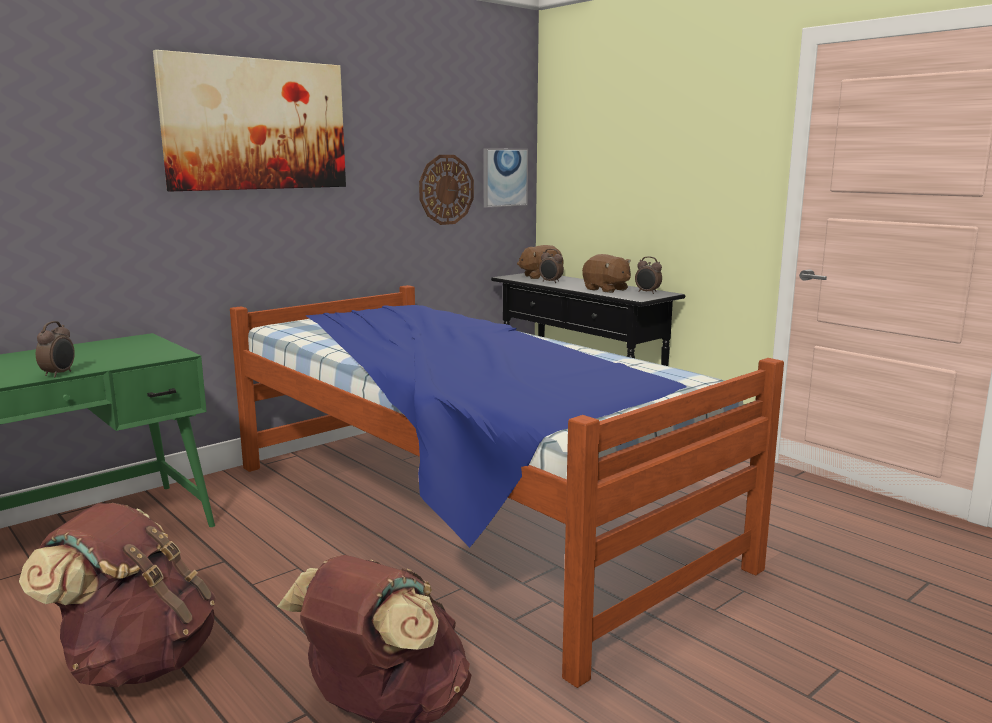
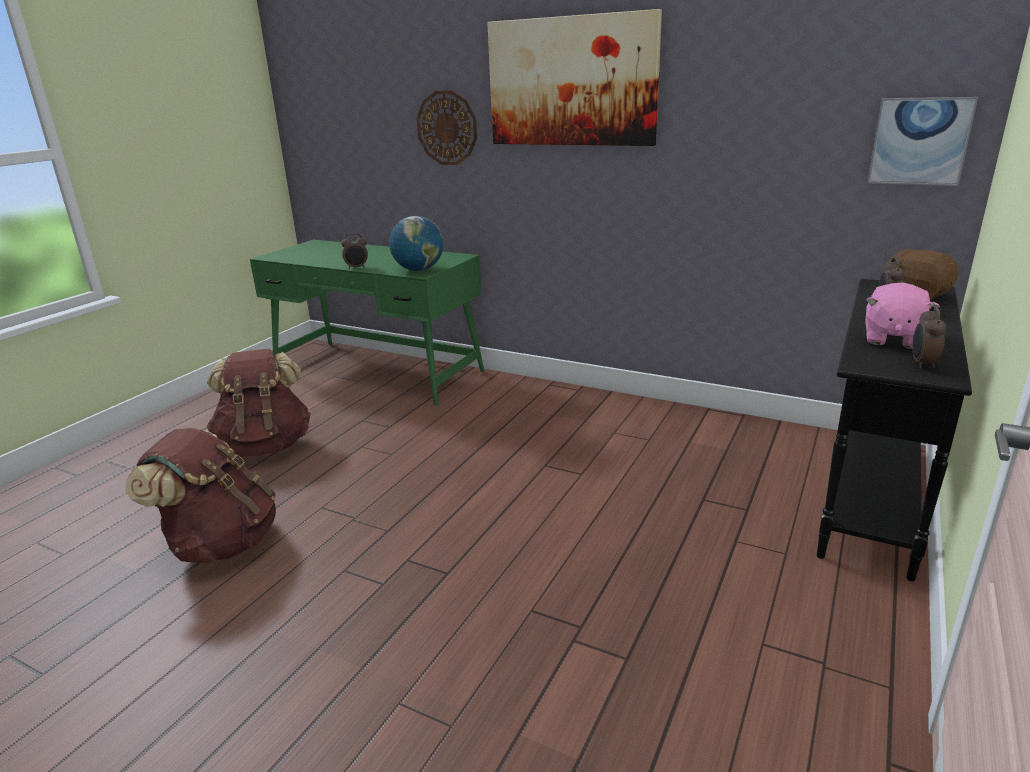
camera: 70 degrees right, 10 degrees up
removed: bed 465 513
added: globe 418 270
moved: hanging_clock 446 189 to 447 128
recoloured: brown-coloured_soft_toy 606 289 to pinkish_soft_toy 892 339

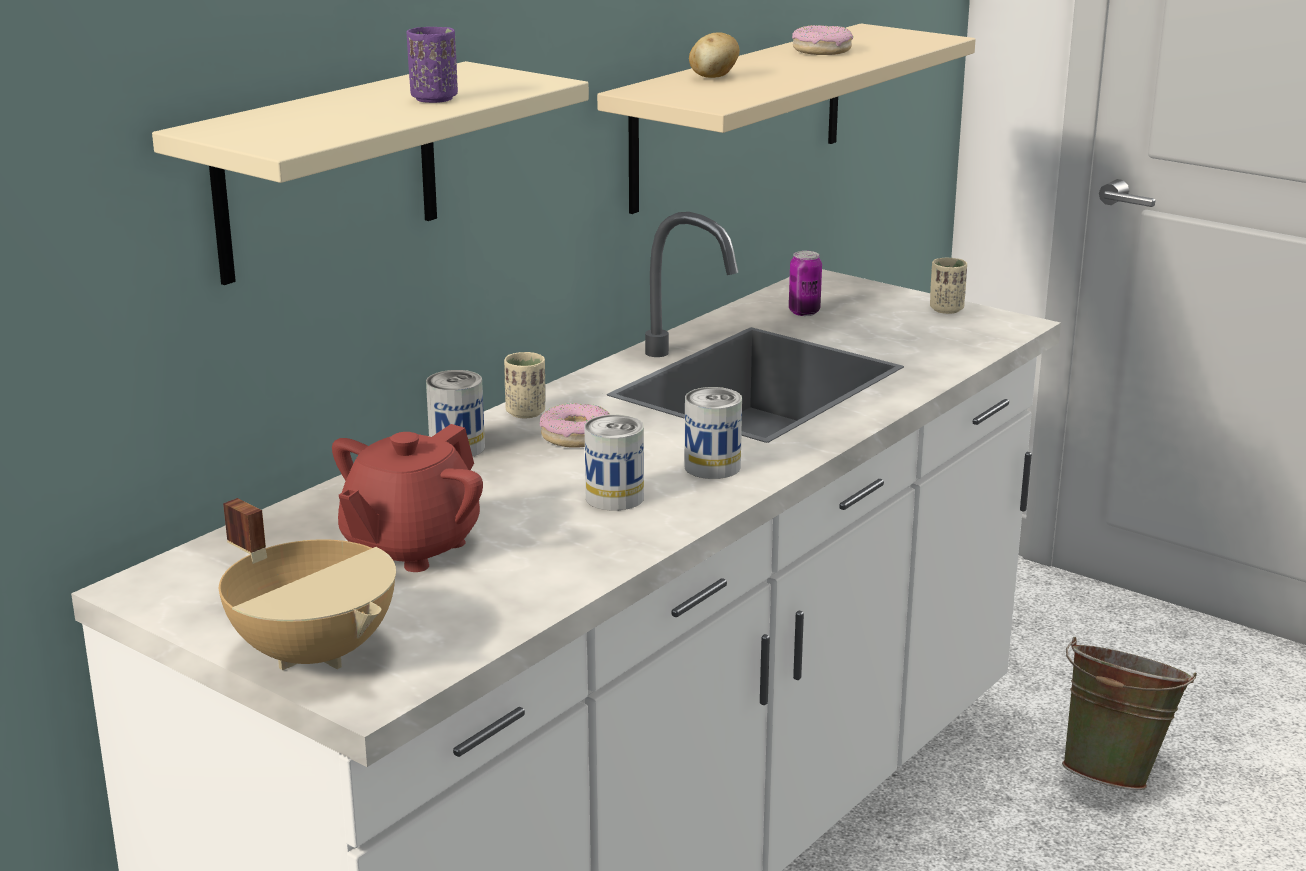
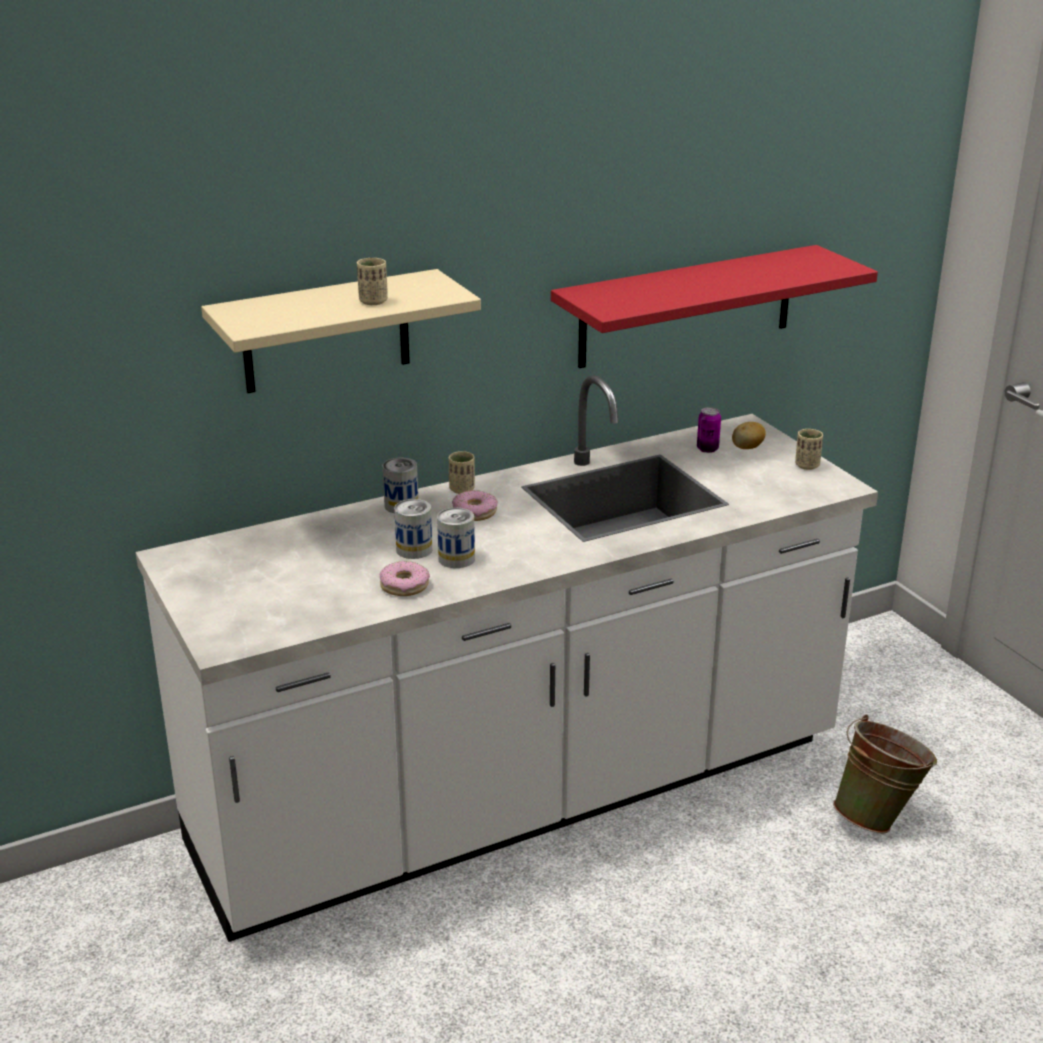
camera: 25 degrees right, 5 degrees up
removed: sand-coloured_stockpot 316 652; reddish_tea_pot 410 547
moved: doughnut 822 50 to 404 586; sealed_can 712 467 to 414 550; spud 713 77 to 747 448
recoloured: purple-coloured_small_cup 434 99 to sand-coloured_small_cup 373 301; sand-coloured_shelf 739 115 to reddish_shelf 687 306

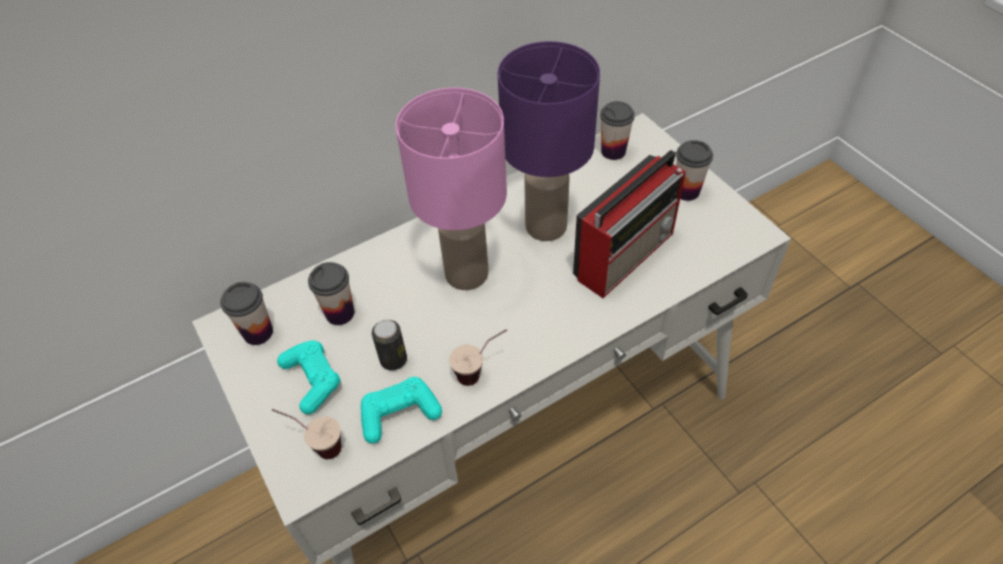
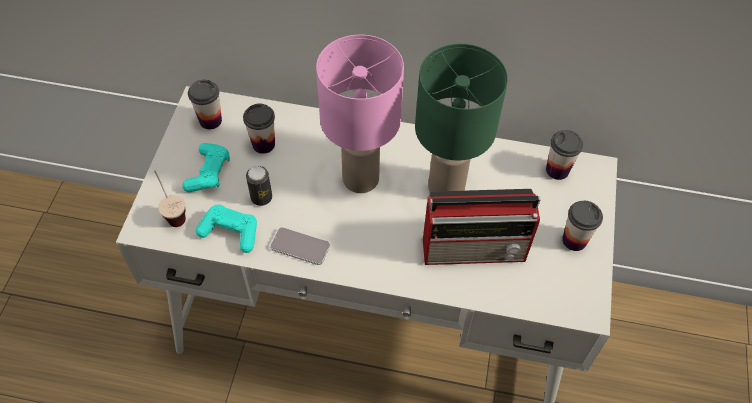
camera: 40 degrees right, 5 degrees up
replaced: small_cup 481 371 to handset 300 246
recoloured: purple-coloured_tabletop_lamp 547 225 to green_tabletop_lamp 447 187

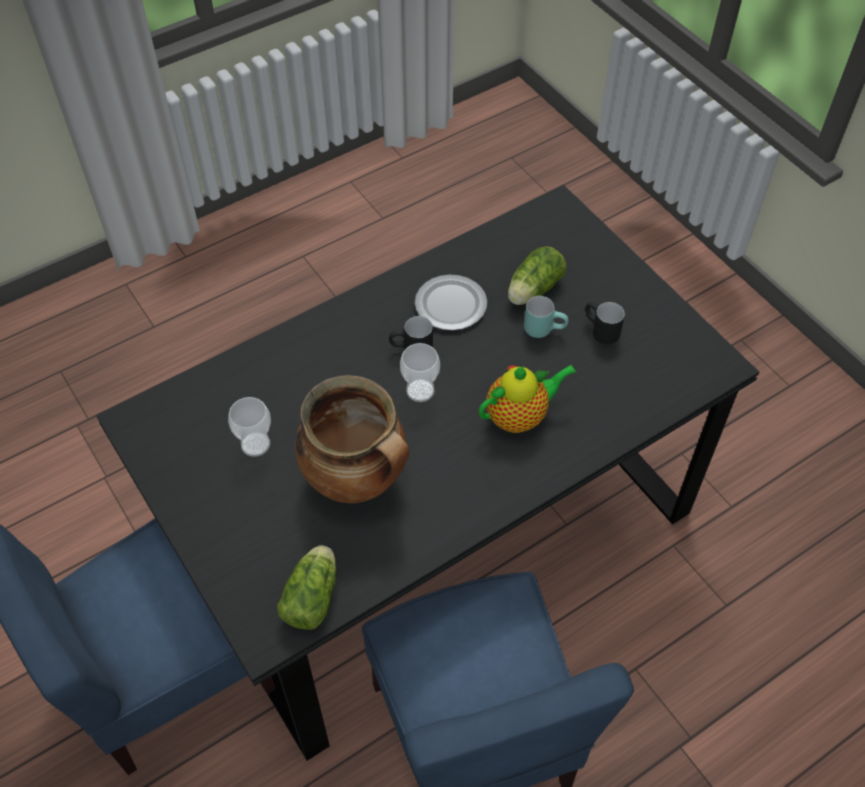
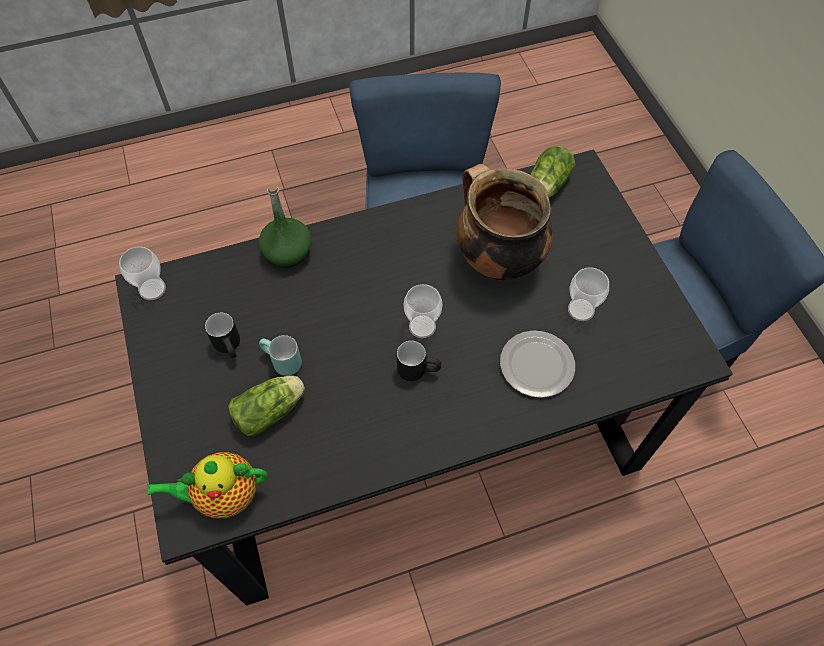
camera: 165 degrees left, 5 degrees up
added: small_cup 152 289; green_drink_bottle 288 252
moved: tea_pot 520 416 to 223 495; dinner_plate 451 305 to 536 364

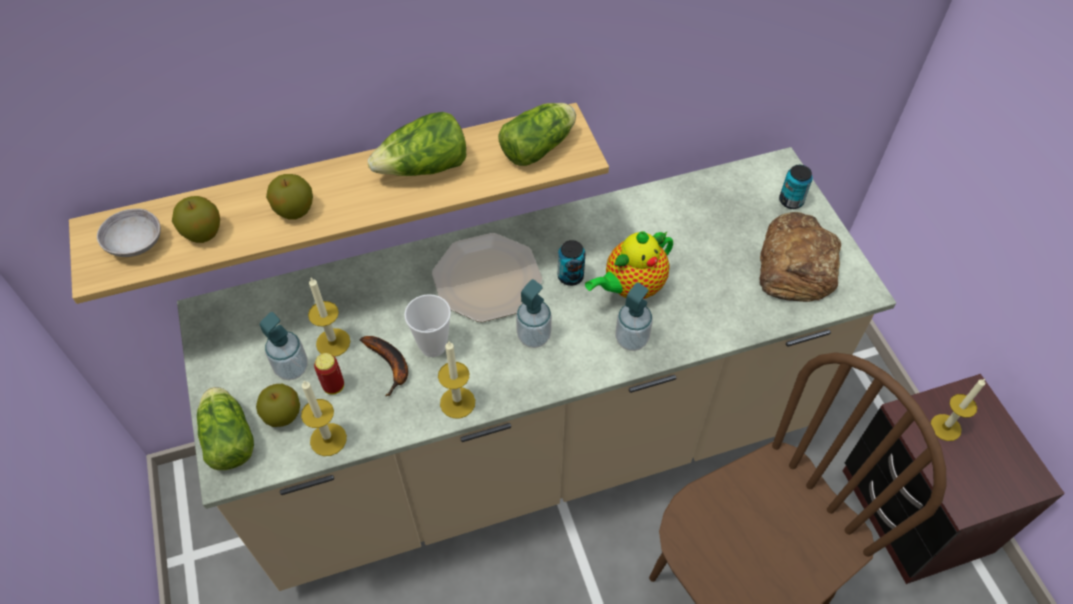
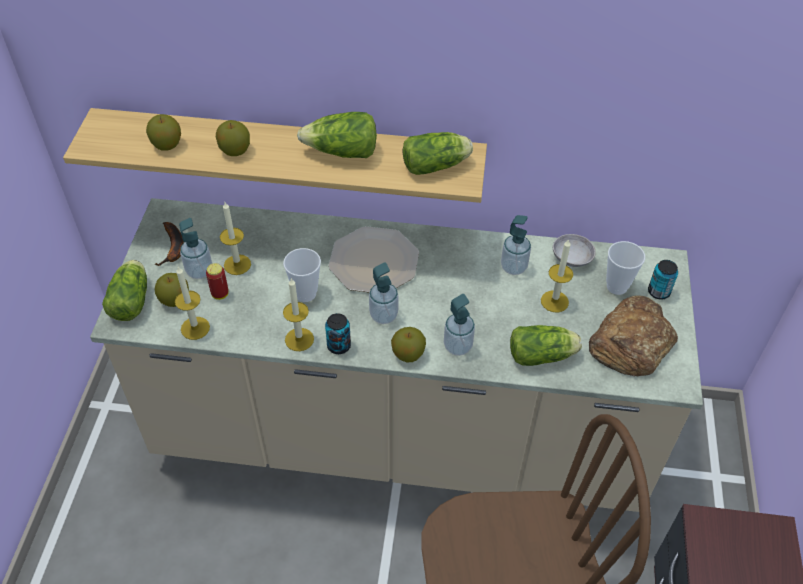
camera: 25 degrees right, 5 degrees down
removed: tea_pot 631 288
added: apple_fruit 408 354; soap_bottle 513 267; head_of_lettuce 543 355; small_cup 617 286
moved: banana_fruit 390 365 to 173 248; sealed_can 570 276 to 339 346; wax_light 945 427 to 554 301; greyish_serving_bowl 136 244 to 571 259

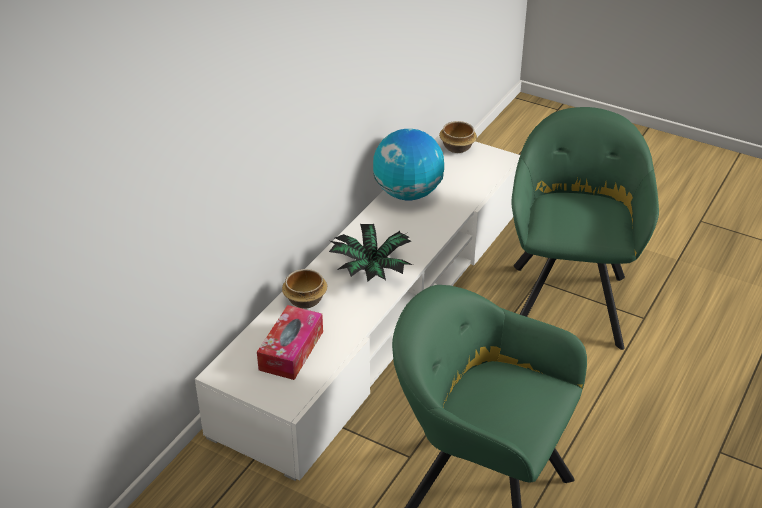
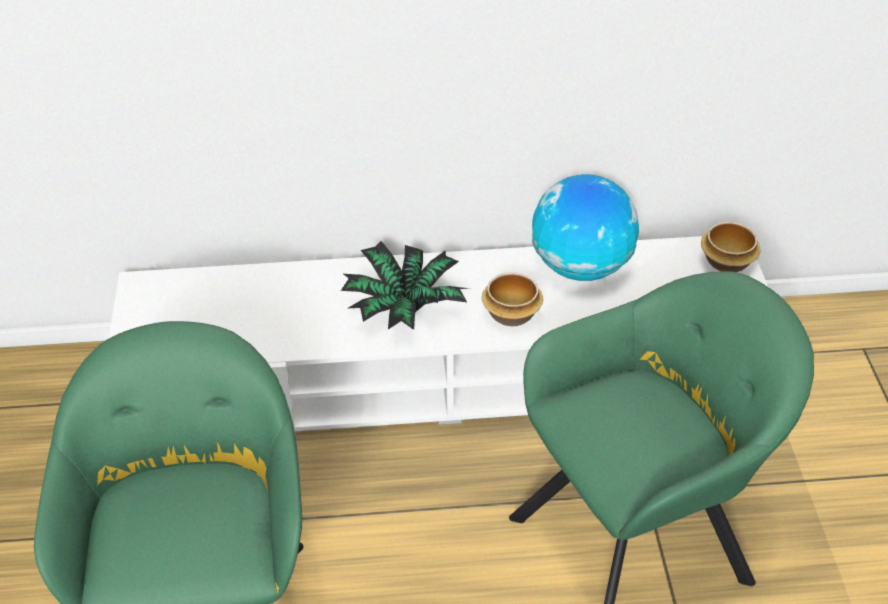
camera: 55 degrees right, 5 degrees up
removed: tissue_box 291 350
moved: serving_bowl 305 301 to 510 315

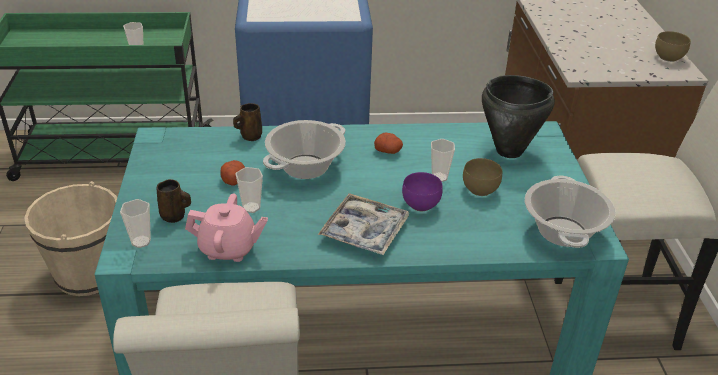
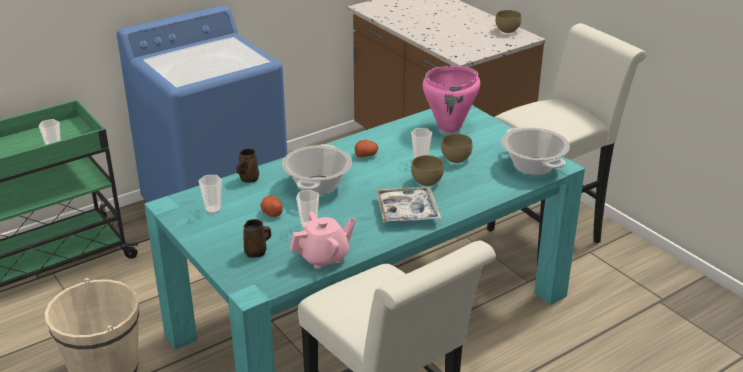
camera: 30 degrees left, 5 degrees down
moved: small_cup 141 242 to 213 209
recoloured: purple-coloured_serving_bowl 420 204 to brown-coloured_serving_bowl 426 181; blackish_stockpot 509 151 to pinkish_stockpot 449 128

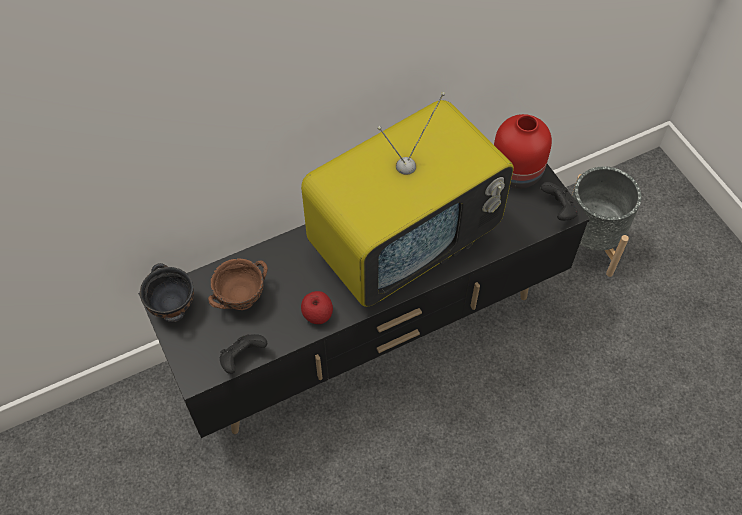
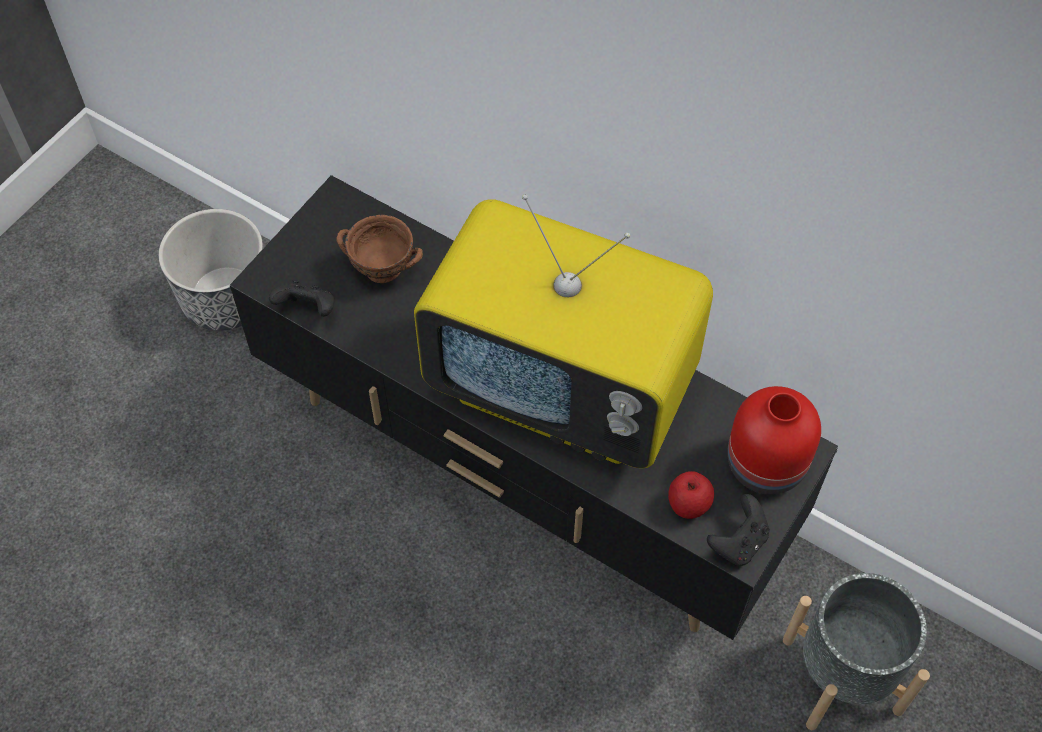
camera: 60 degrees right, 0 degrees up
removed: blackish_serving_bowl 172 307
added: planter 226 298
moved: apple_fruit 317 314 to 688 504

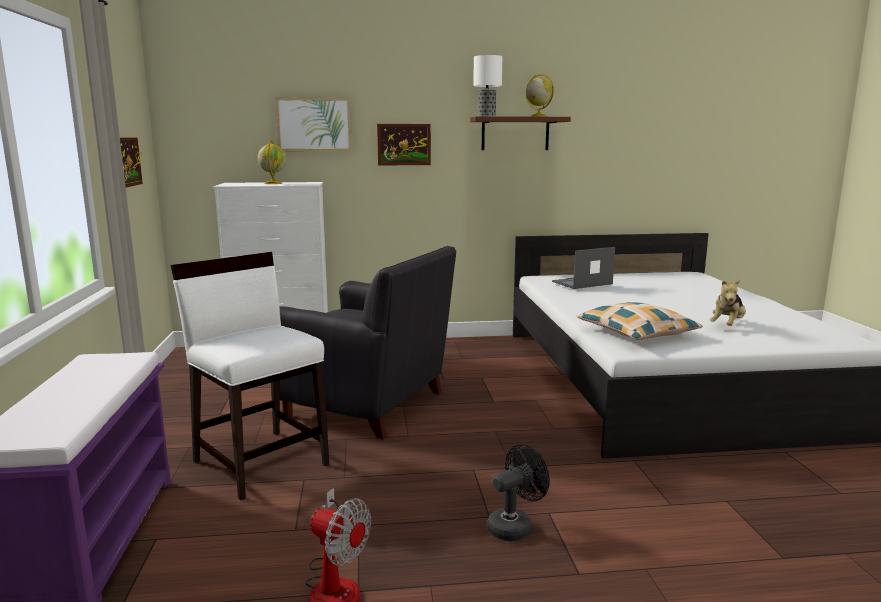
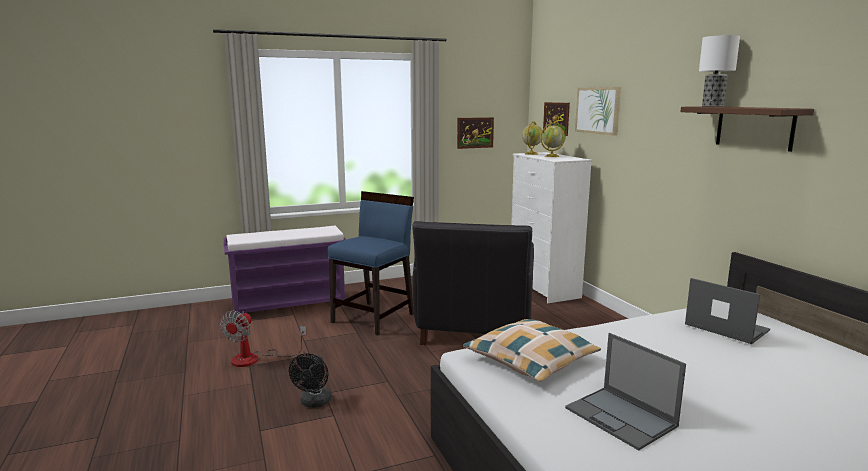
camera: 75 degrees right, 0 degrees up
moved: globe 538 116 to 531 154; wall_art 404 144 to 556 118
replaced: soft_toy 727 325 to laptop 622 417
recoloured: whitish_upright_chair 261 462 to blue_upright_chair 374 318
turned: blackish_electric_fan 515 526 = 314 403 60 degrees clockwise

